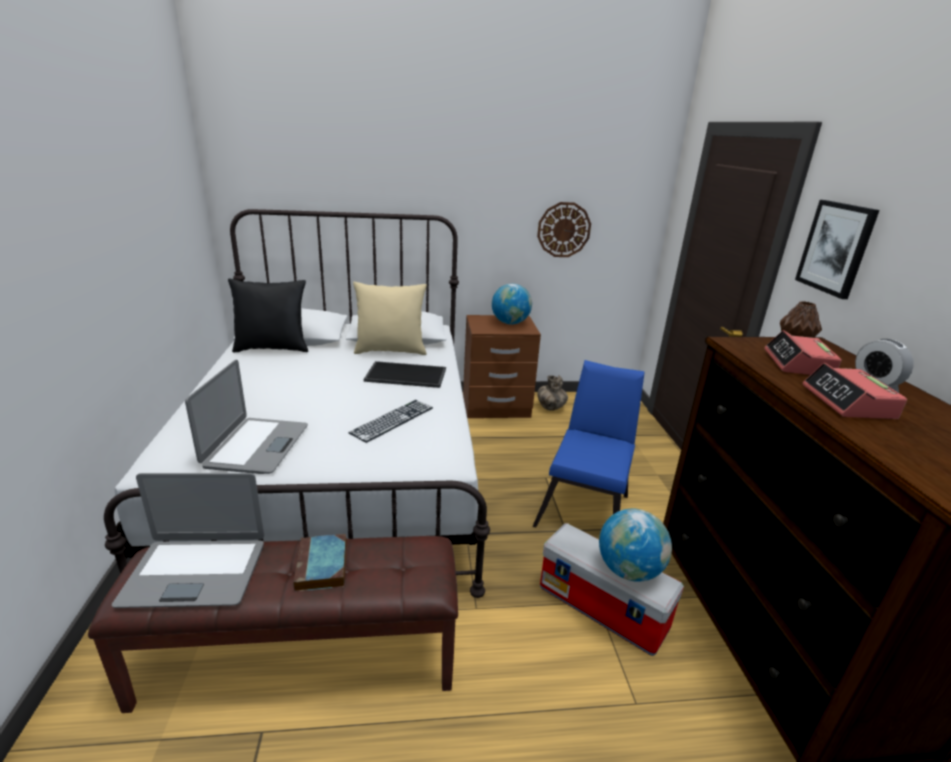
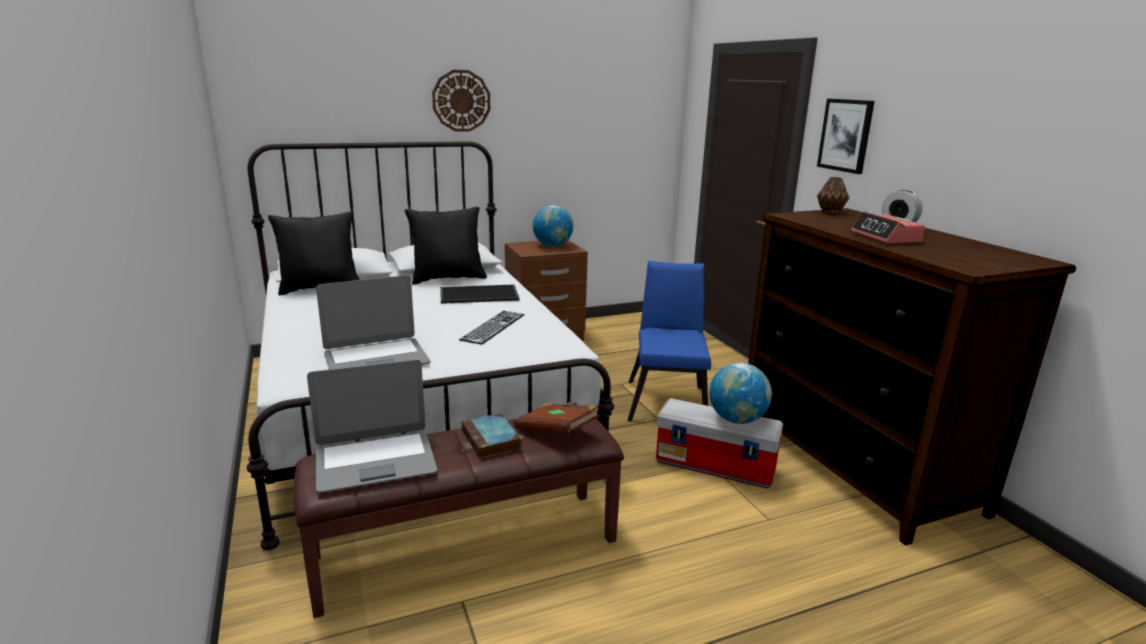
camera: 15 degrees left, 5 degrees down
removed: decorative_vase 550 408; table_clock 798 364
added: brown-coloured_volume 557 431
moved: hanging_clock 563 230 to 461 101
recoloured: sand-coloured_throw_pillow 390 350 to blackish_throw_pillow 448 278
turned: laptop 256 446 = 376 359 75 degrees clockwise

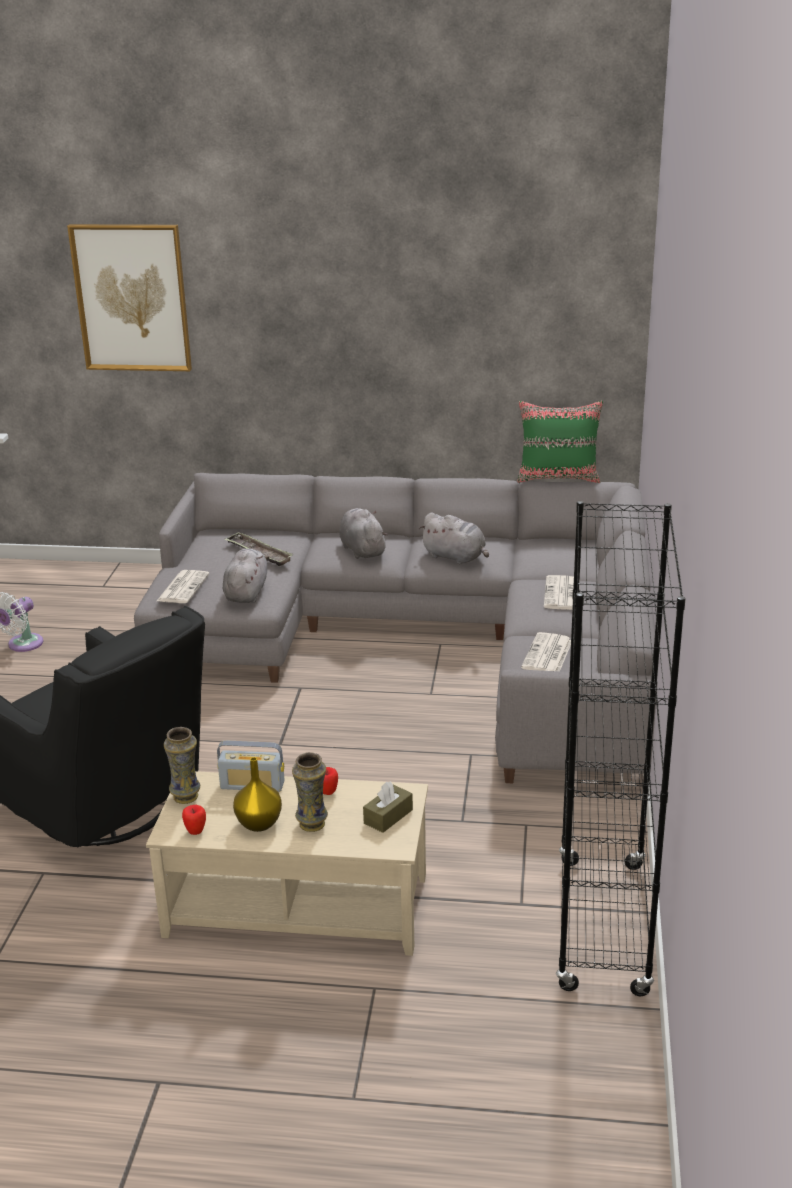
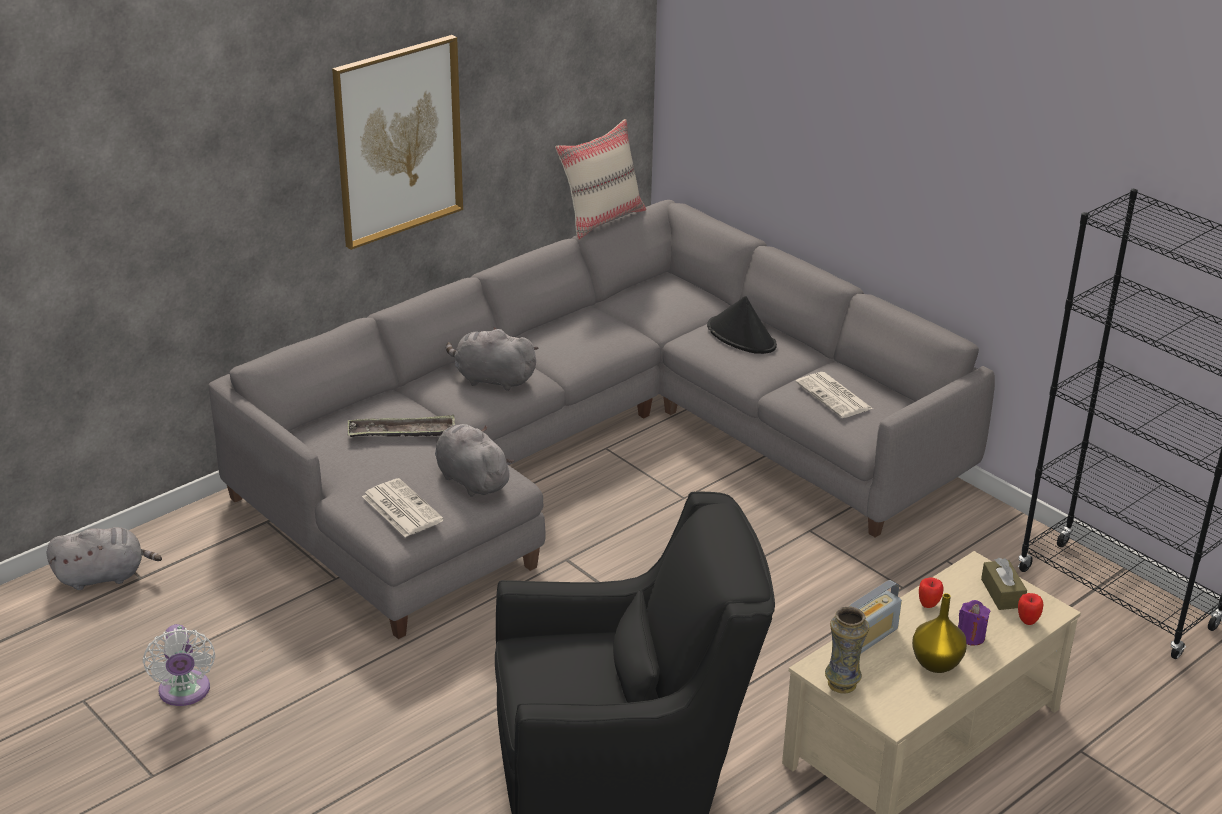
camera: 50 degrees left, 5 degrees up
moved: greyish_soft_toy 456 557 to 104 576; wall_art 131 298 to 398 141; apple_fruit 195 831 to 1027 621
replaced: printed_paper 562 594 to blackish_clothing_hat 741 336; decorative_vase 312 824 to purple-coloured_wax_light 970 636
recoloured: green_throw_pillow 558 477 to sand-coloured_throw_pillow 602 219

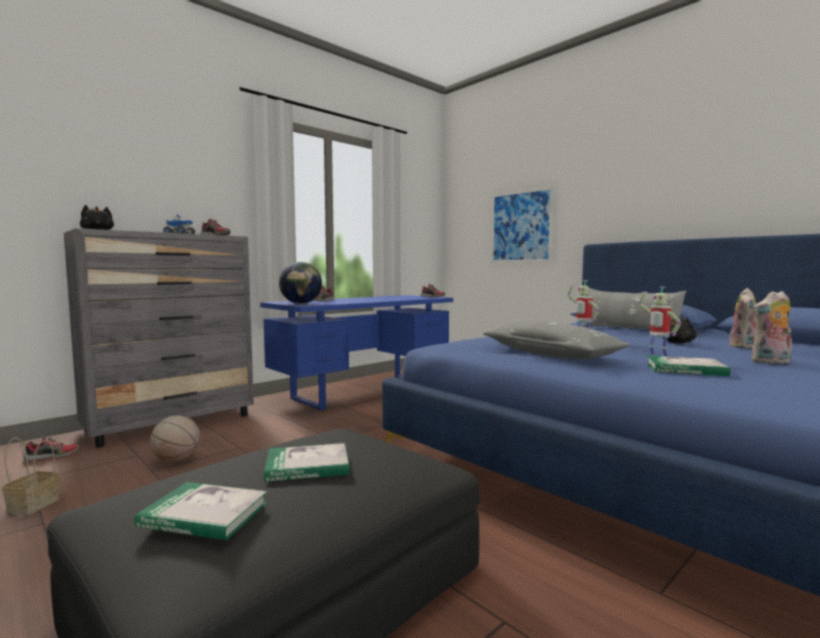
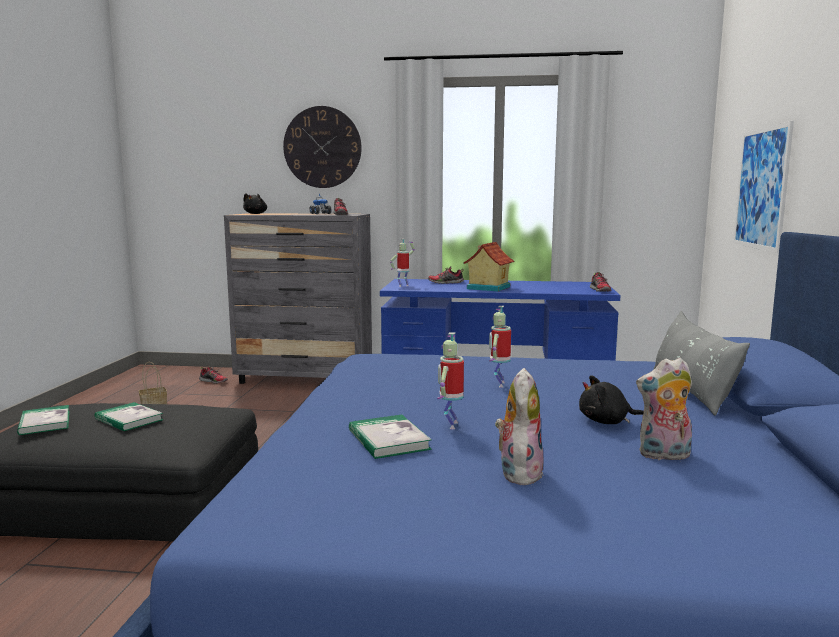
camera: 50 degrees right, 5 degrees up
removed: basketball_ball 176 459; greyish_throw_pillow 551 354
added: hanging_clock 322 147; miniature_house 487 288
replaced: globe 301 304 to robot_figure 403 286
turned: soft_toy 771 362 = 518 472 60 degrees clockwise

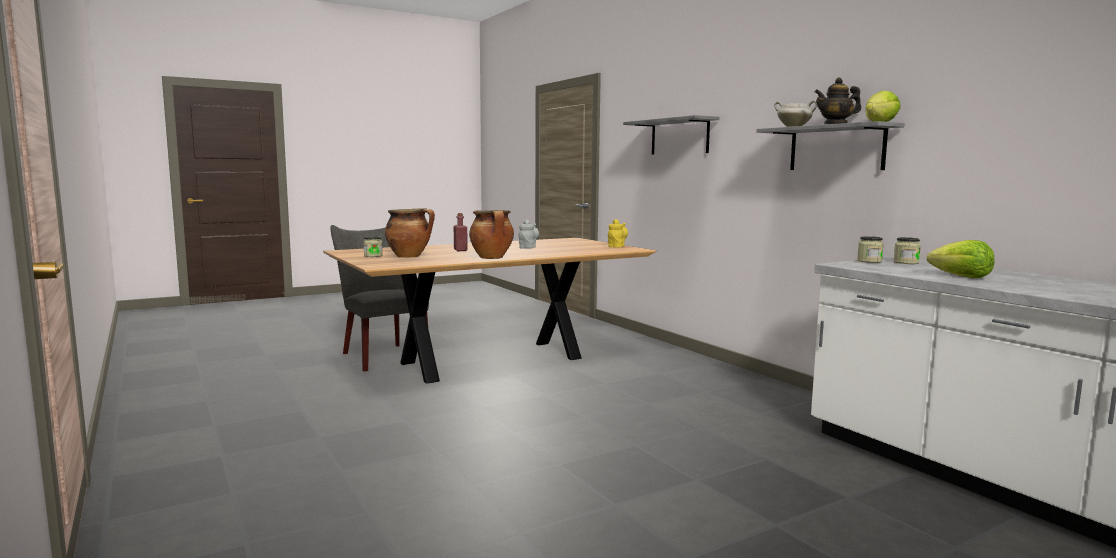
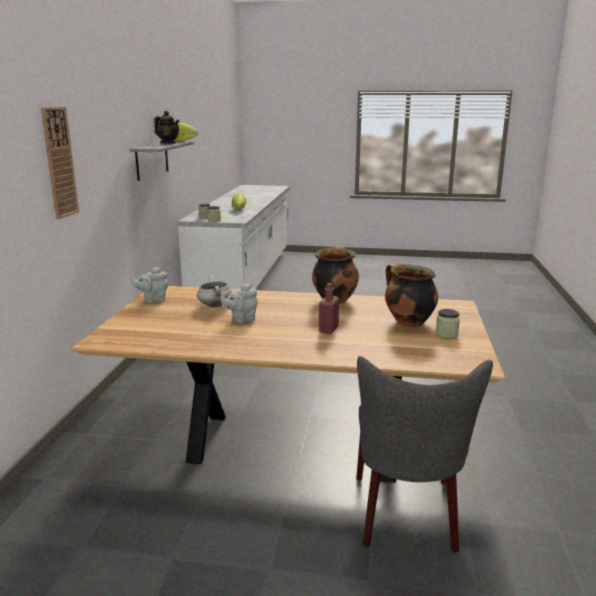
camera: 140 degrees left, 10 degrees up
moved: whitish_stockpot 794 127 to 214 305
replaced: greyish_shelf 679 137 to hanging_clock 59 163
recoloured: yellow-coloured_tea_pot 617 246 to greyish_tea_pot 153 300

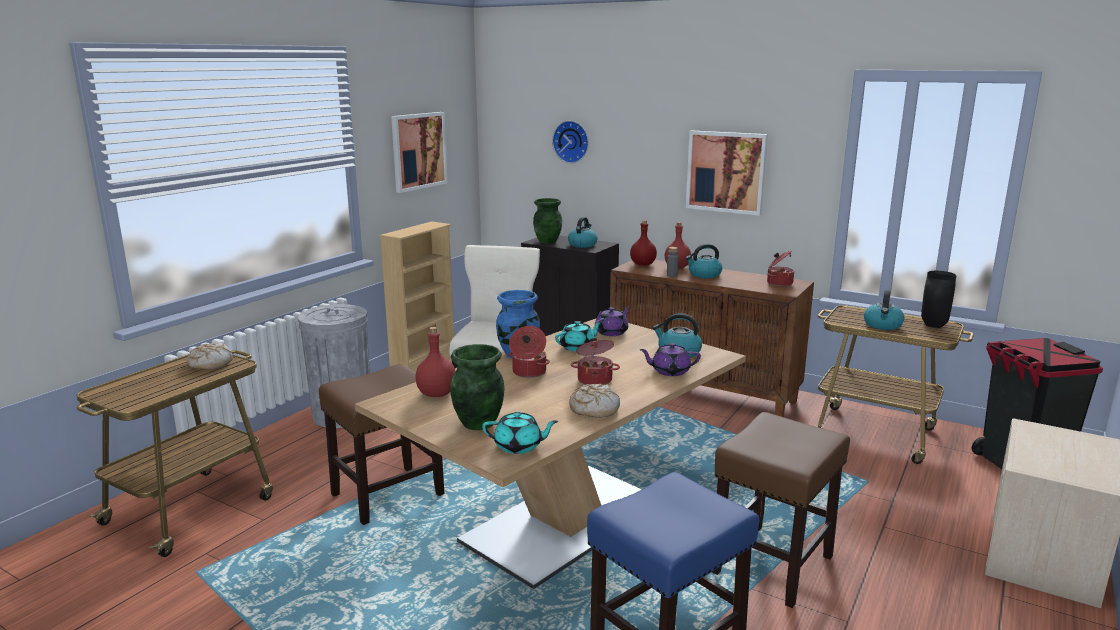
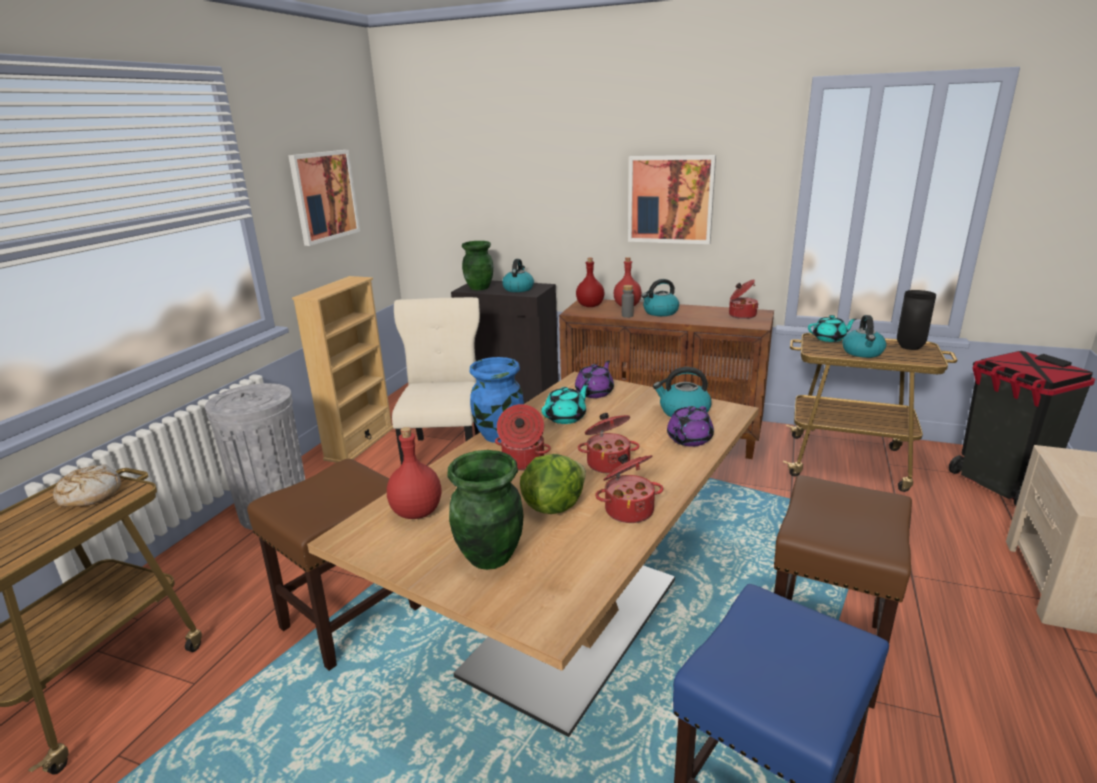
camera: 10 degrees left, 5 degrees up
removed: hanging_clock 572 141
added: head_of_lettuce 553 505
moved: blue-green_tea_pot 519 446 to 829 339
replaced: baked_bread 593 409 to stockpot 628 510
turned: purple-coloured_tea_pot 669 371 = 688 440 45 degrees counterclockwise

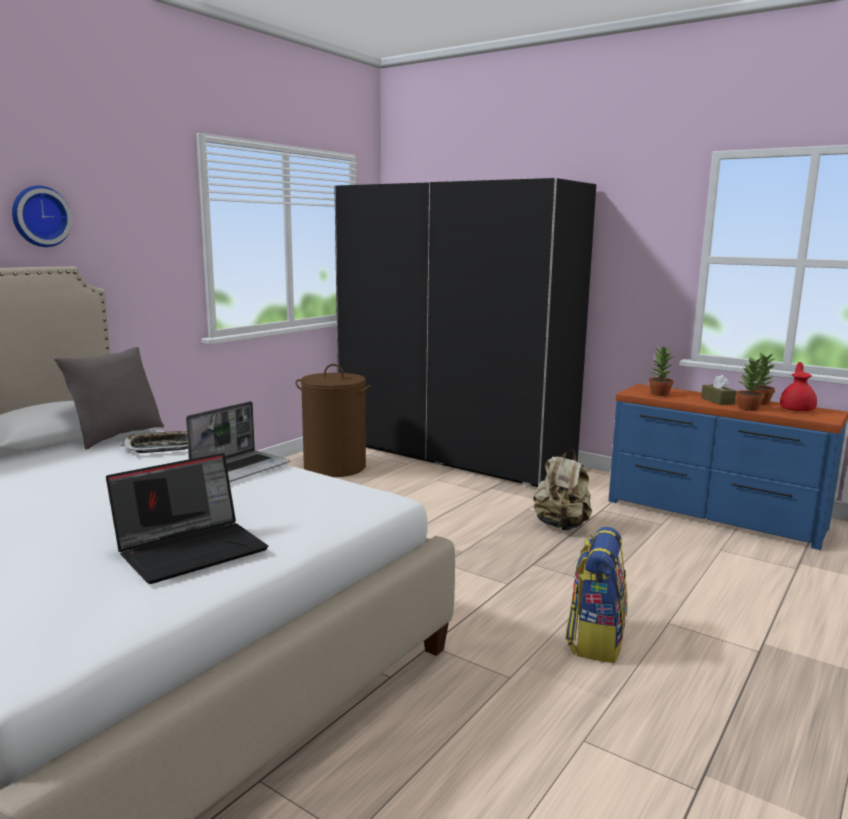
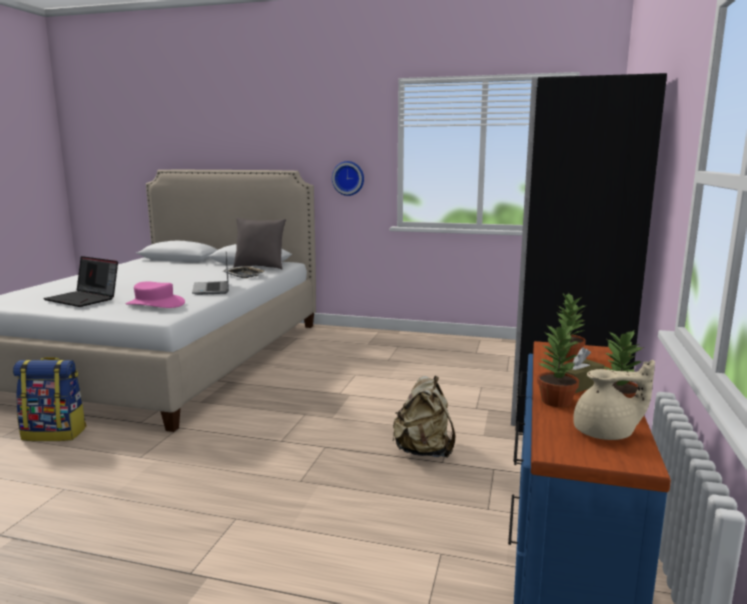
camera: 70 degrees right, 0 degrees up
removed: brown-coloured_laundry_basket 334 467
added: pinkish_clothing_hat 155 304
moved: knapsack 595 640 to 55 433; hanging_clock 40 216 to 348 178
recoloured: reddish_tea_pot 797 409 to sand-coloured_tea_pot 606 433
turned: laptop 241 468 = 212 289 60 degrees clockwise

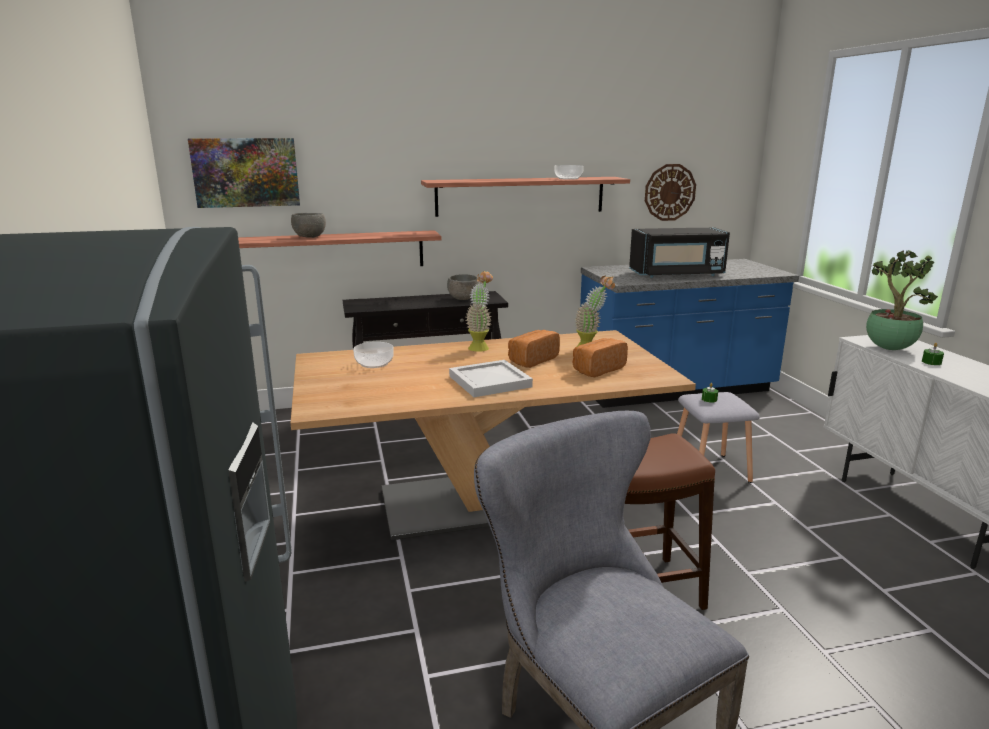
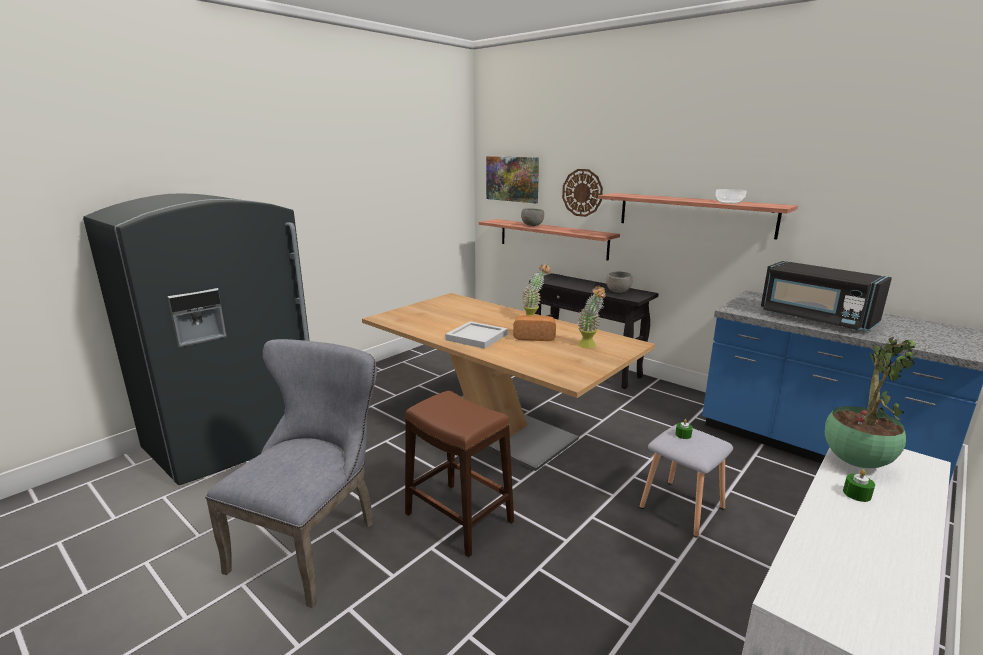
camera: 55 degrees right, 0 degrees up
removed: serving_bowl 374 363; baked_bread 597 369
moved: hanging_clock 669 192 to 582 192

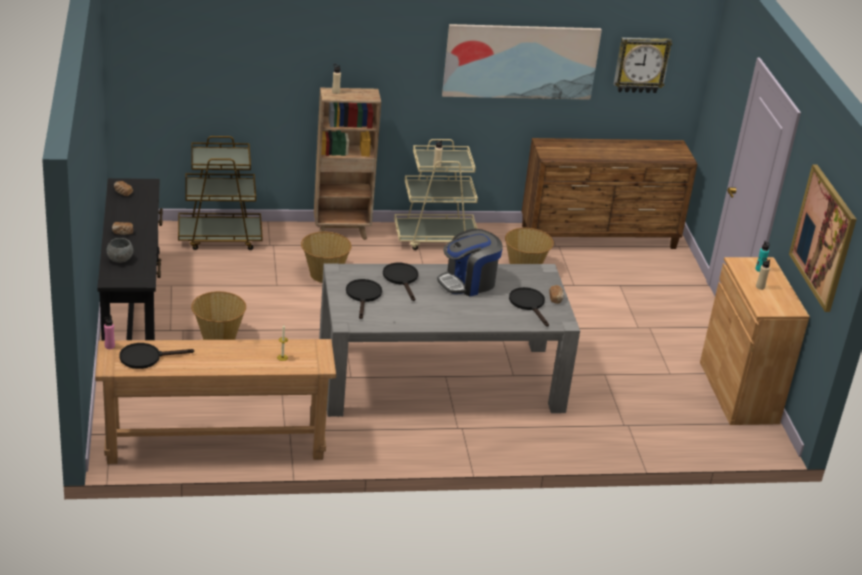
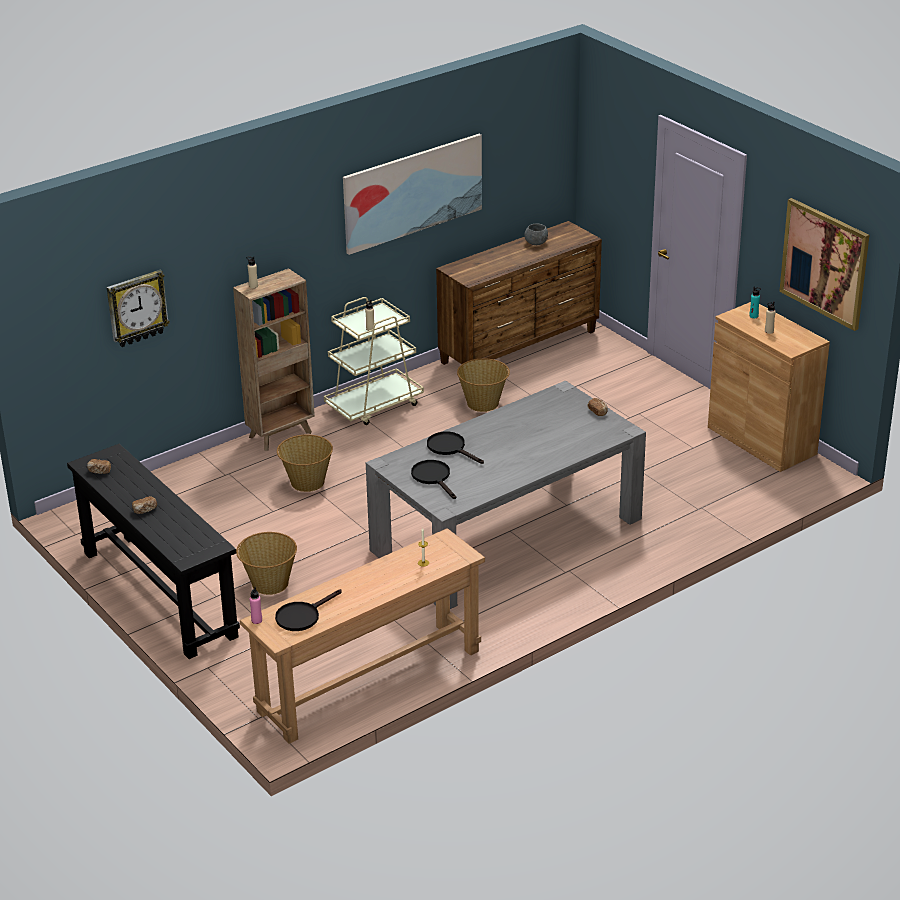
camera: 25 degrees left, 0 degrees up
removed: brown-coloured_trolley 220 237; coffee_brewer 468 282; blackish_pan 529 304
moved: hanging_clock 641 64 to 137 308; greyish_serving_bowl 120 259 to 536 243

